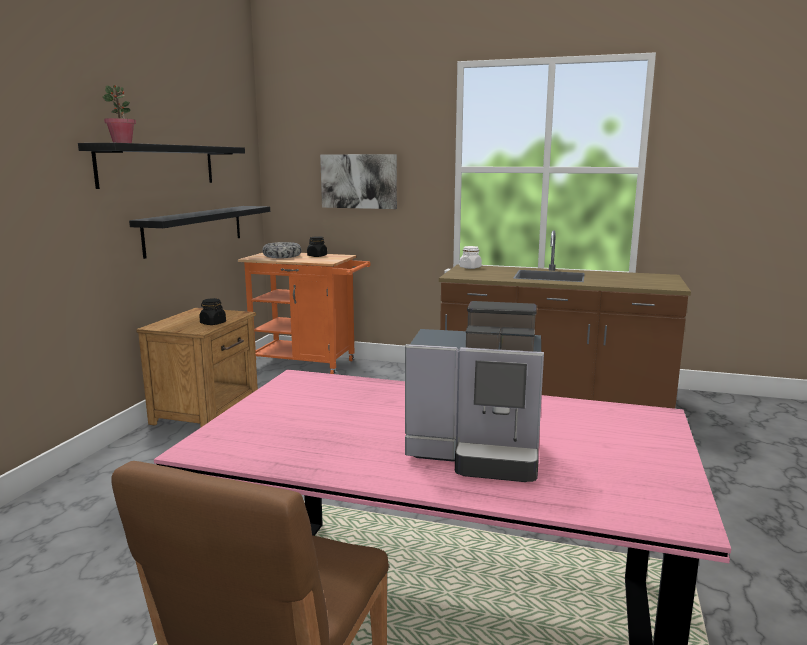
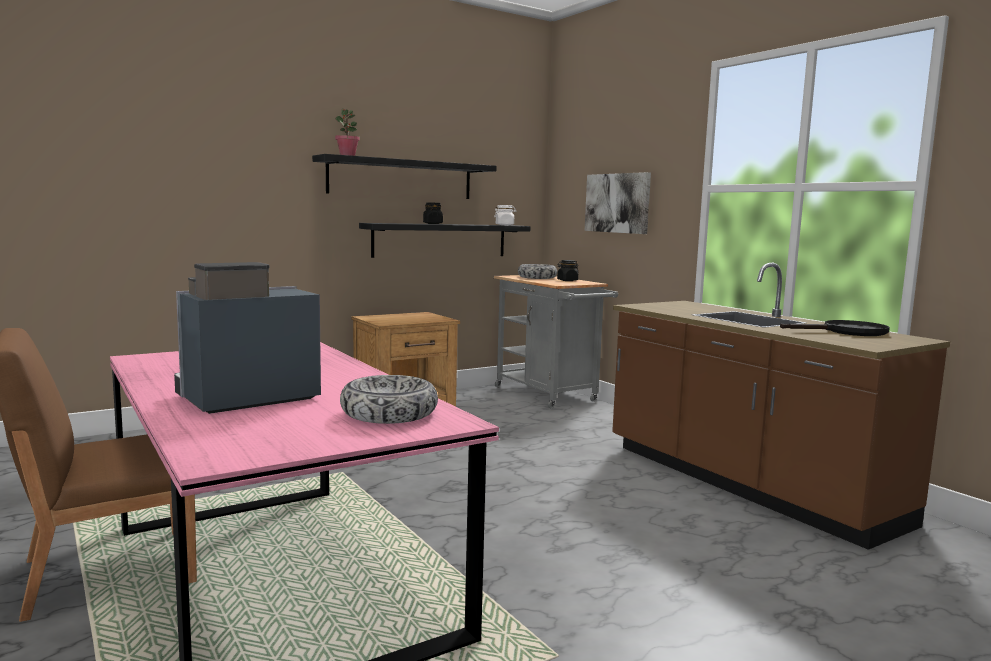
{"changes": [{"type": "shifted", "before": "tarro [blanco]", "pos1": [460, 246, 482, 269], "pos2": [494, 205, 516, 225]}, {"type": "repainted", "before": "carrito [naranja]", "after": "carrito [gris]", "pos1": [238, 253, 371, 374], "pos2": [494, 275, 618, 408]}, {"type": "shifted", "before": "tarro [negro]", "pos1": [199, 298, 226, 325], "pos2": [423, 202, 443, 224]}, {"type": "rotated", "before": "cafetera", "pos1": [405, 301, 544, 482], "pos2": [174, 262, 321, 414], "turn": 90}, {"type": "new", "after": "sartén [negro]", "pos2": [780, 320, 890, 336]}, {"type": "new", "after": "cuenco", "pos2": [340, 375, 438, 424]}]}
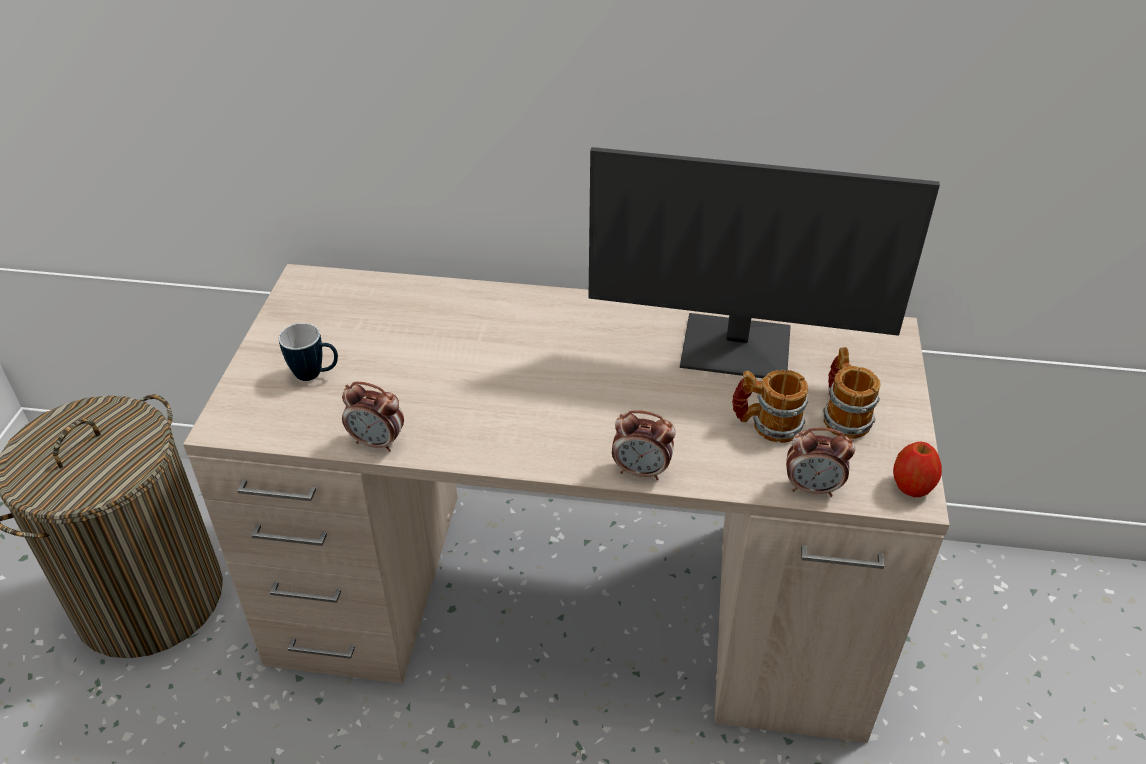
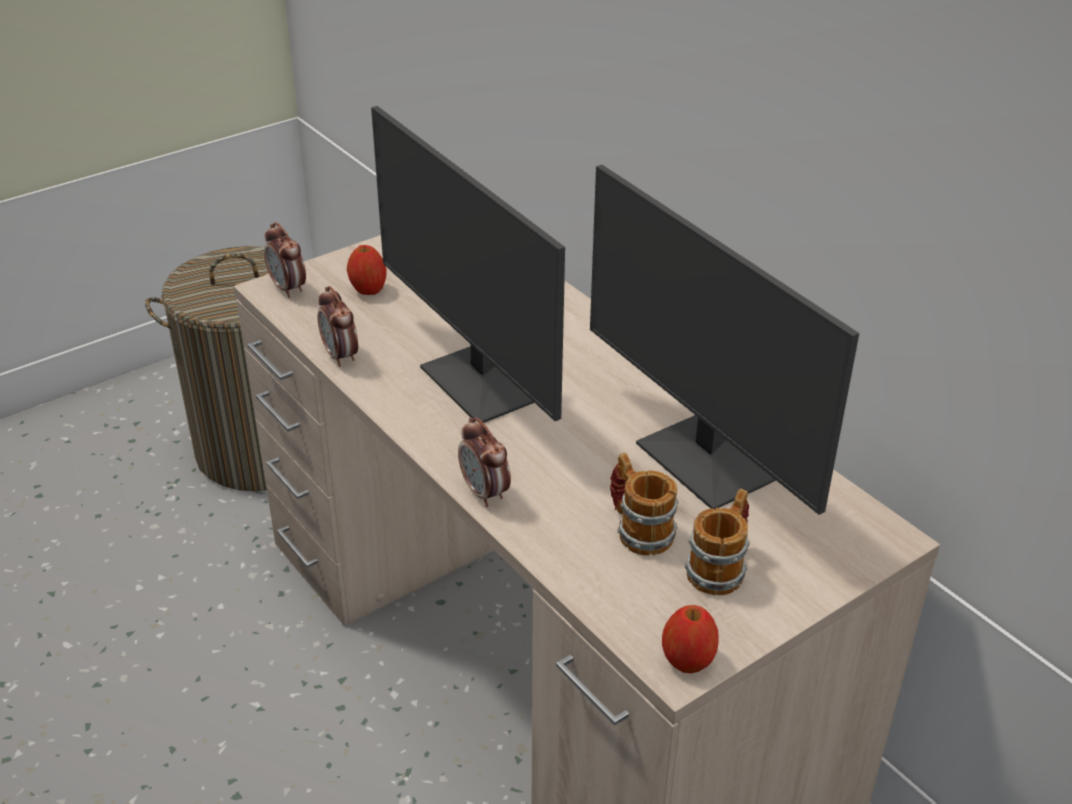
{"changes": [{"type": "swapped", "before": "taza grande", "after": "manzana", "pos1": [279, 323, 338, 381], "pos2": [347, 245, 387, 295]}, {"type": "shifted", "before": "despertador", "pos1": [786, 428, 855, 497], "pos2": [264, 222, 306, 298]}, {"type": "new", "after": "monitor", "pos2": [371, 106, 565, 423]}]}
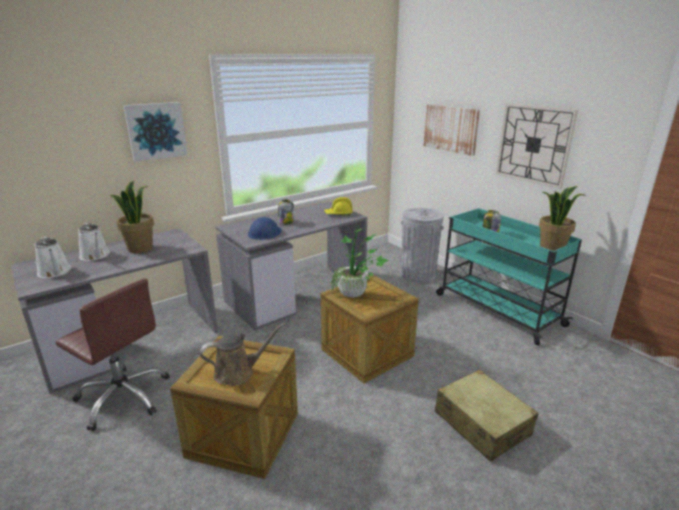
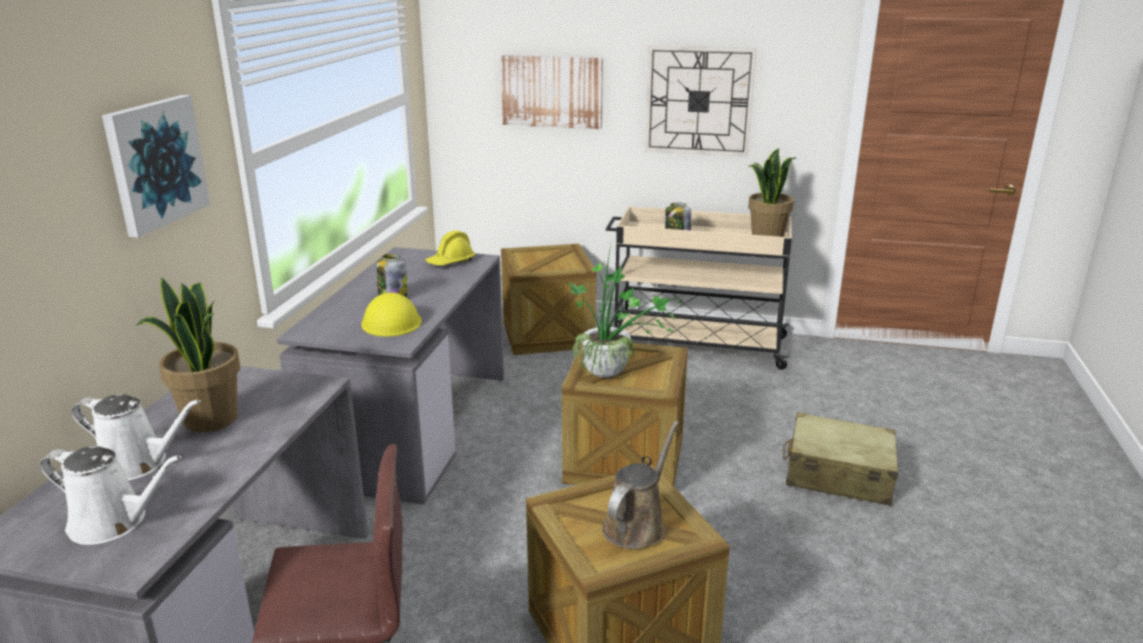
{"changes": [{"type": "swapped", "before": "papelera [gris]", "after": "caja de embalaje", "pos1": [401, 208, 444, 283], "pos2": [501, 244, 596, 355]}, {"type": "repainted", "before": "carrito [turquesa]", "after": "carrito [beis]", "pos1": [436, 208, 582, 345], "pos2": [606, 206, 792, 370]}, {"type": "repainted", "before": "casco [azul]", "after": "casco [amarillo]", "pos1": [248, 217, 282, 240], "pos2": [361, 293, 422, 337]}]}
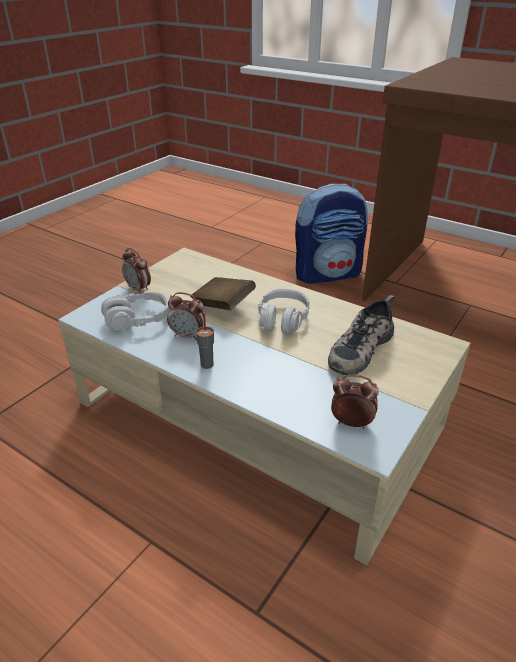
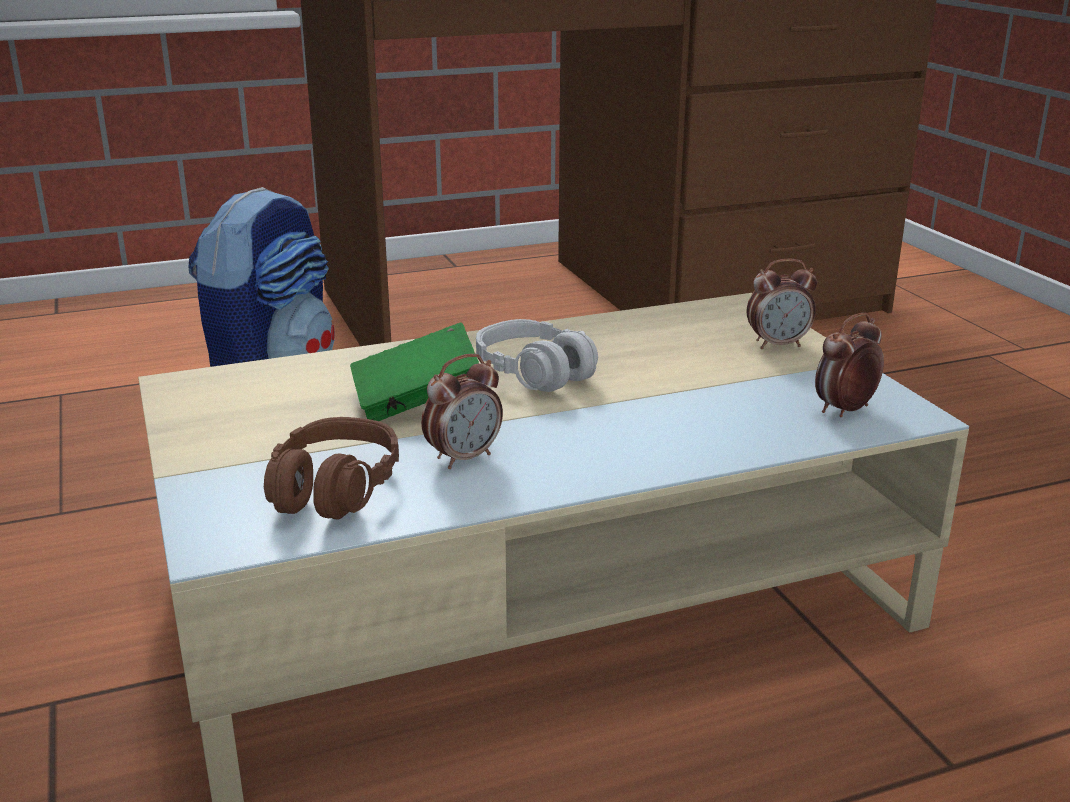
{"changes": [{"type": "shifted", "before": "despertador", "pos1": [122, 248, 151, 294], "pos2": [747, 259, 817, 349]}, {"type": "repainted", "before": "libro [marrón]", "after": "libro [verde]", "pos1": [190, 277, 256, 310], "pos2": [350, 322, 479, 421]}, {"type": "repainted", "before": "auriculares [gris]", "after": "auriculares [marrón]", "pos1": [101, 291, 170, 332], "pos2": [264, 417, 399, 520]}, {"type": "gone", "before": "zapato", "pos1": [328, 295, 395, 375]}, {"type": "gone", "before": "taza [gris]", "pos1": [196, 314, 214, 369]}]}
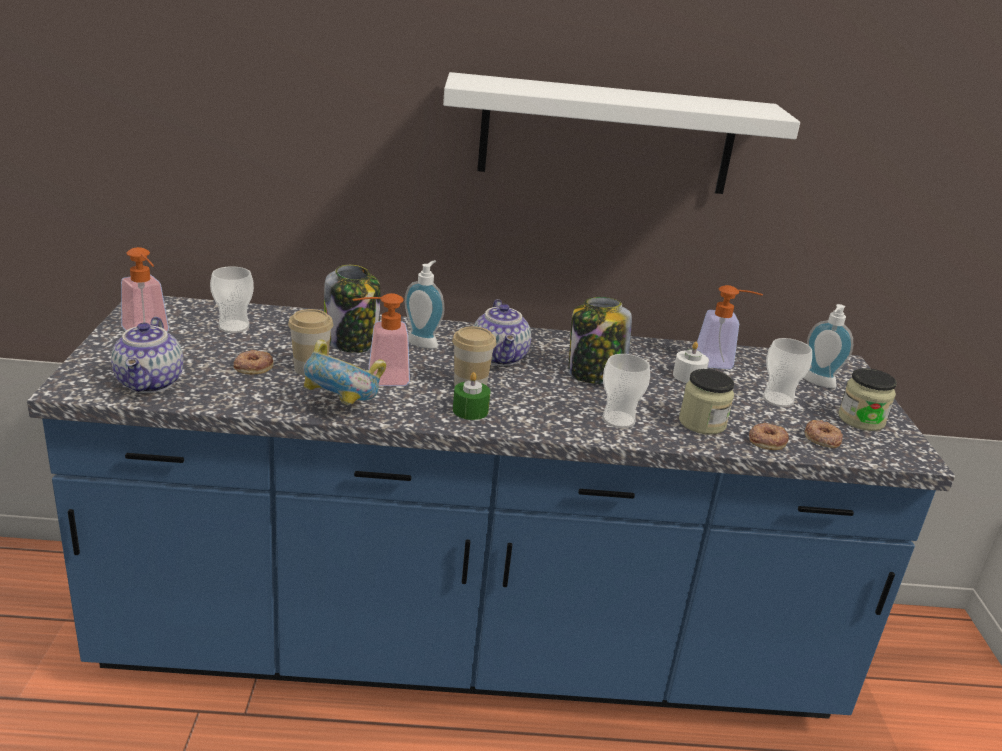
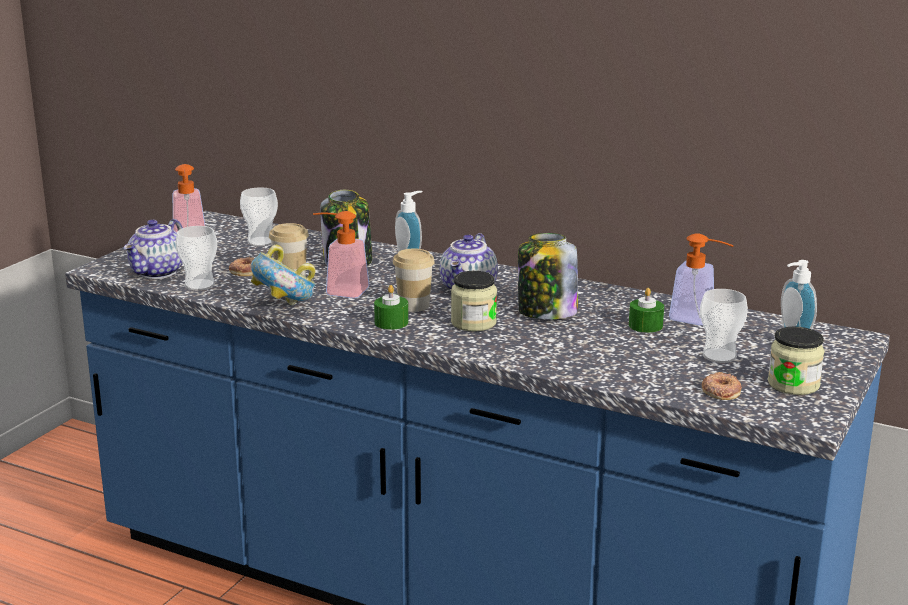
{"changes": [{"type": "gone", "before": "estante [blanco]", "pos1": [443, 72, 800, 194]}, {"type": "repainted", "before": "vela [blanco]", "after": "vela [verde]", "pos1": [673, 342, 709, 383], "pos2": [629, 288, 664, 333]}, {"type": "shifted", "before": "taza", "pos1": [602, 354, 650, 428], "pos2": [175, 226, 217, 291]}, {"type": "shifted", "before": "tarro", "pos1": [679, 369, 734, 435], "pos2": [451, 271, 497, 331]}, {"type": "gone", "before": "rosquilla", "pos1": [749, 422, 789, 450]}]}
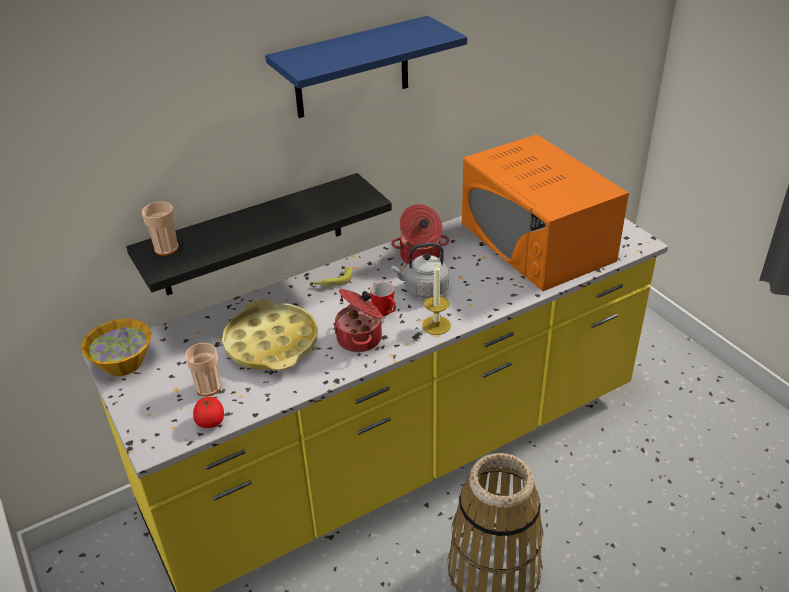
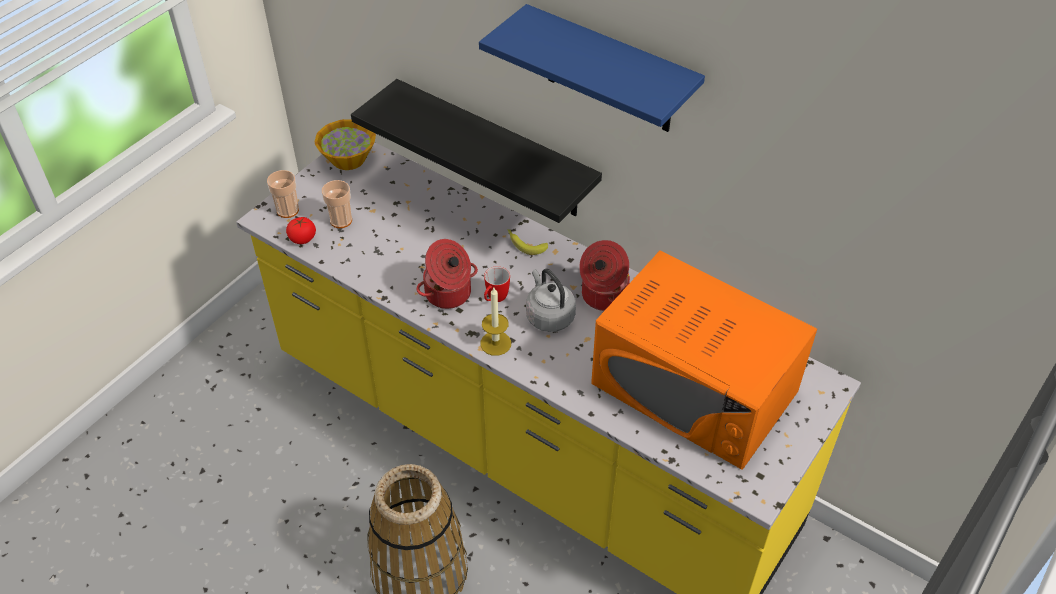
{"changes": [{"type": "rotated", "before": "microondas [naranja]", "pos1": [462, 134, 629, 291], "pos2": [591, 251, 817, 470], "turn": -90}, {"type": "shifted", "before": "taza", "pos1": [142, 202, 179, 256], "pos2": [267, 170, 299, 218]}, {"type": "gone", "before": "bandeja [amarillo]", "pos1": [222, 299, 318, 371]}]}
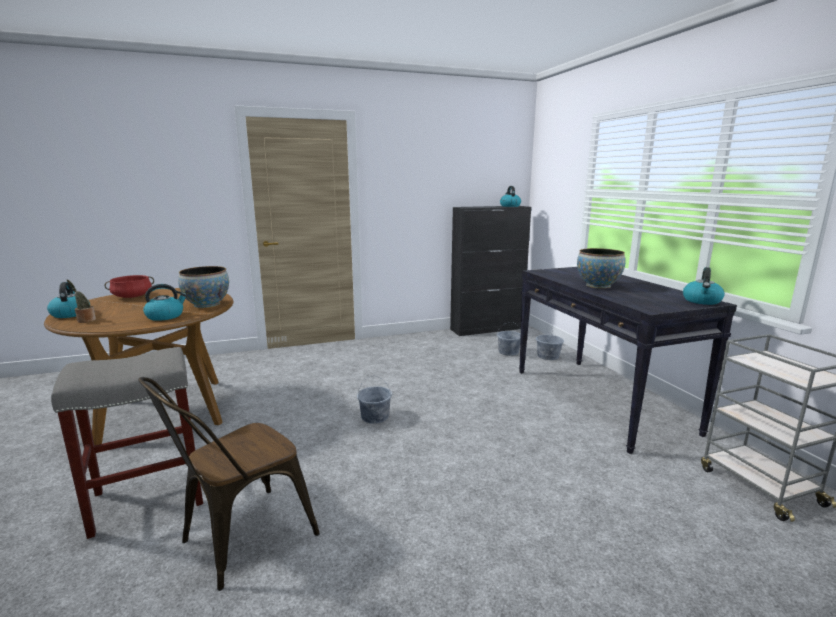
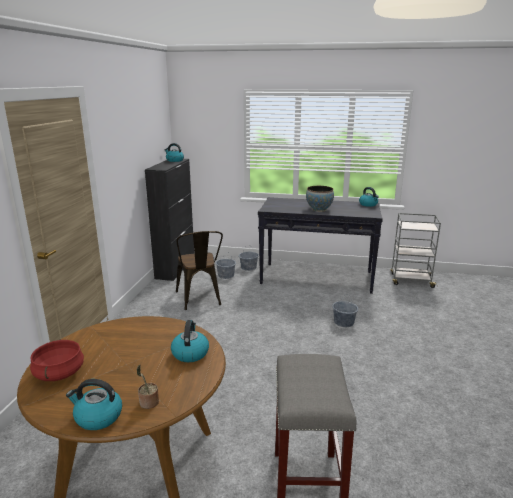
{"changes": [{"type": "gone", "before": "cuenco", "pos1": [178, 266, 229, 308]}, {"type": "shifted", "before": "cubo [gris]", "pos1": [357, 376, 392, 424], "pos2": [332, 295, 358, 327]}, {"type": "shifted", "before": "silla [marrón]", "pos1": [138, 377, 320, 591], "pos2": [176, 231, 223, 310]}]}
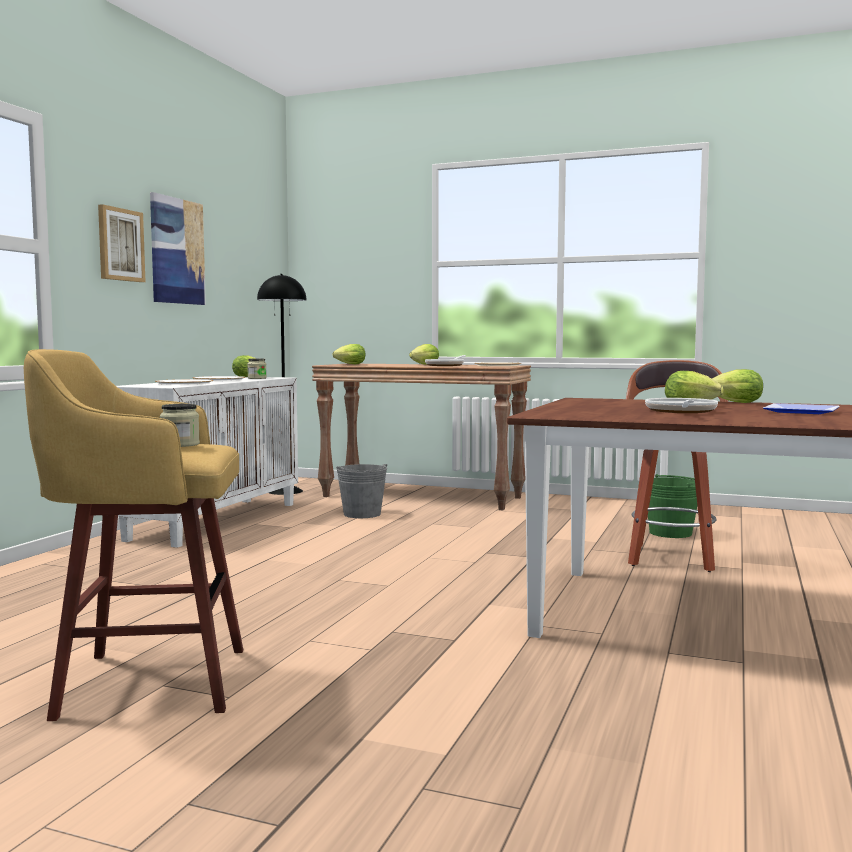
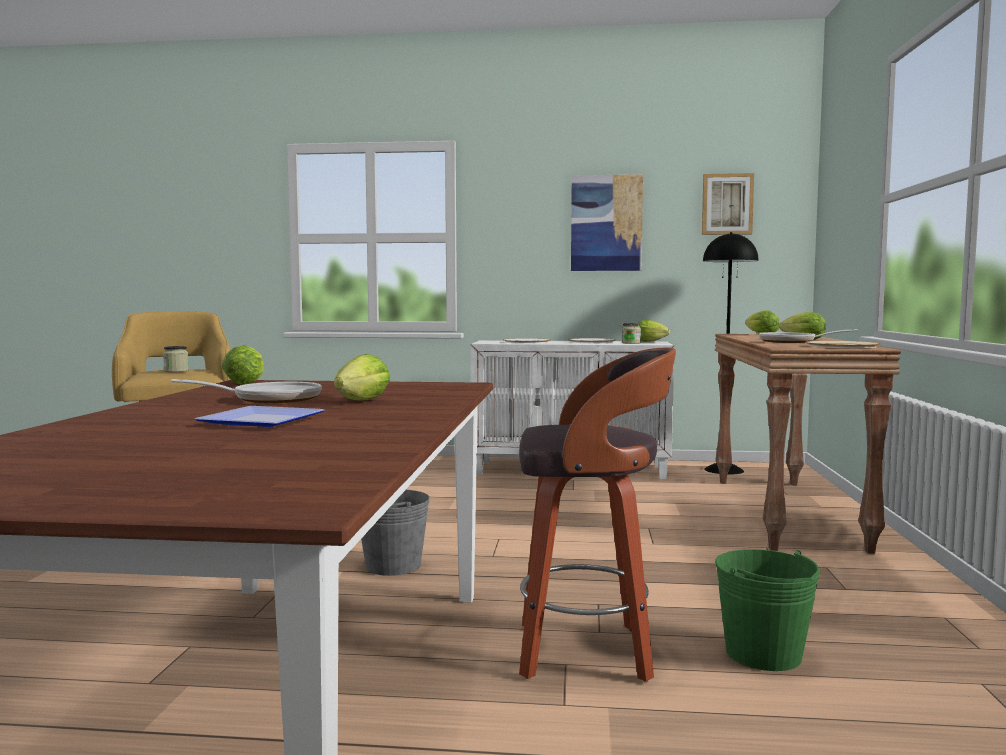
{"changes": [{"type": "shifted", "before": "cuadro", "pos1": [98, 204, 145, 282], "pos2": [702, 173, 754, 235]}, {"type": "shifted", "before": "lechuga", "pos1": [712, 369, 763, 403], "pos2": [222, 345, 264, 385]}, {"type": "shifted", "before": "cubo [gris]", "pos1": [336, 464, 387, 518], "pos2": [361, 490, 430, 576]}]}
